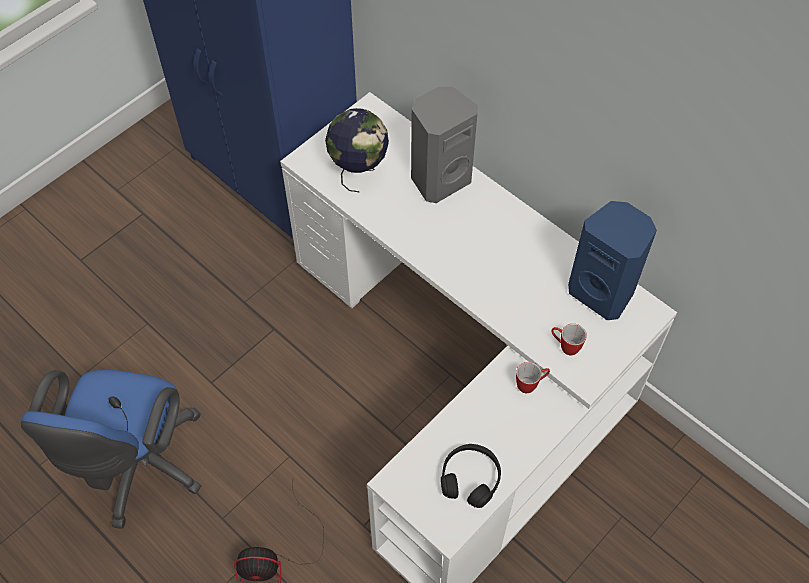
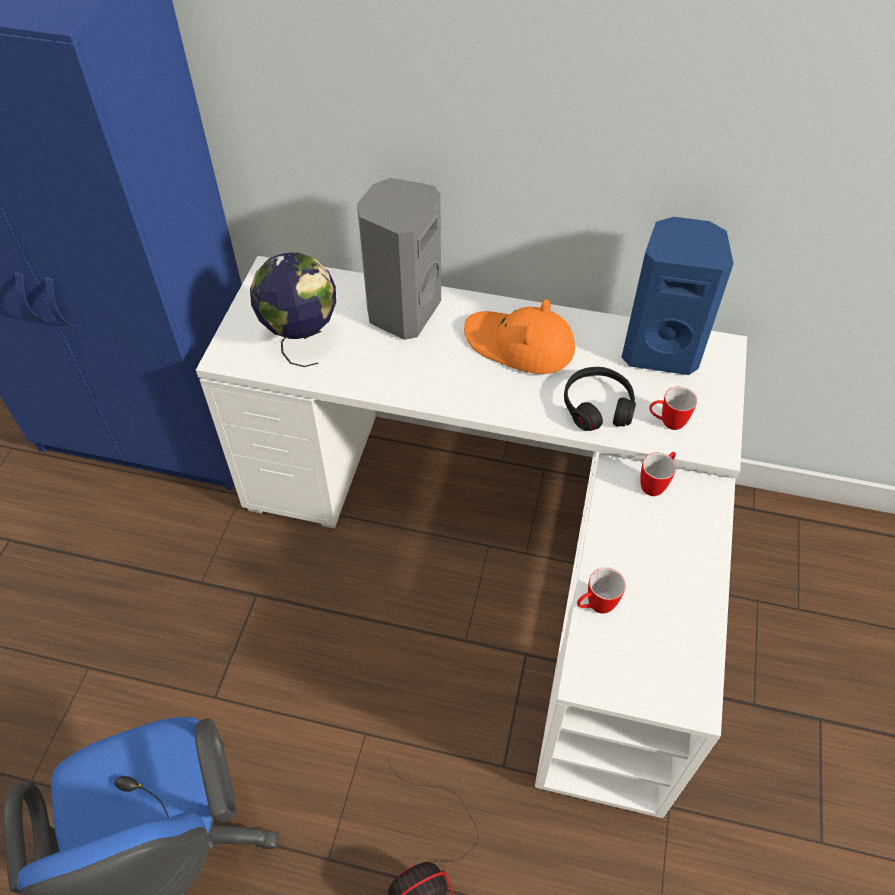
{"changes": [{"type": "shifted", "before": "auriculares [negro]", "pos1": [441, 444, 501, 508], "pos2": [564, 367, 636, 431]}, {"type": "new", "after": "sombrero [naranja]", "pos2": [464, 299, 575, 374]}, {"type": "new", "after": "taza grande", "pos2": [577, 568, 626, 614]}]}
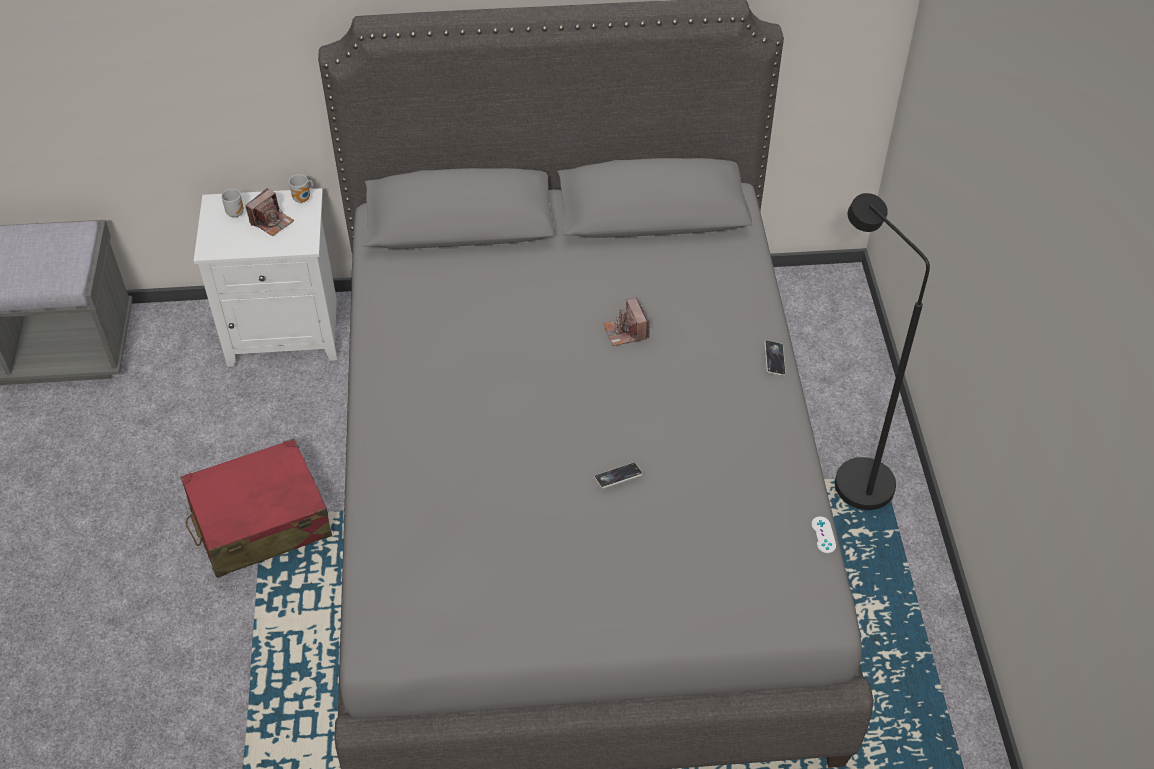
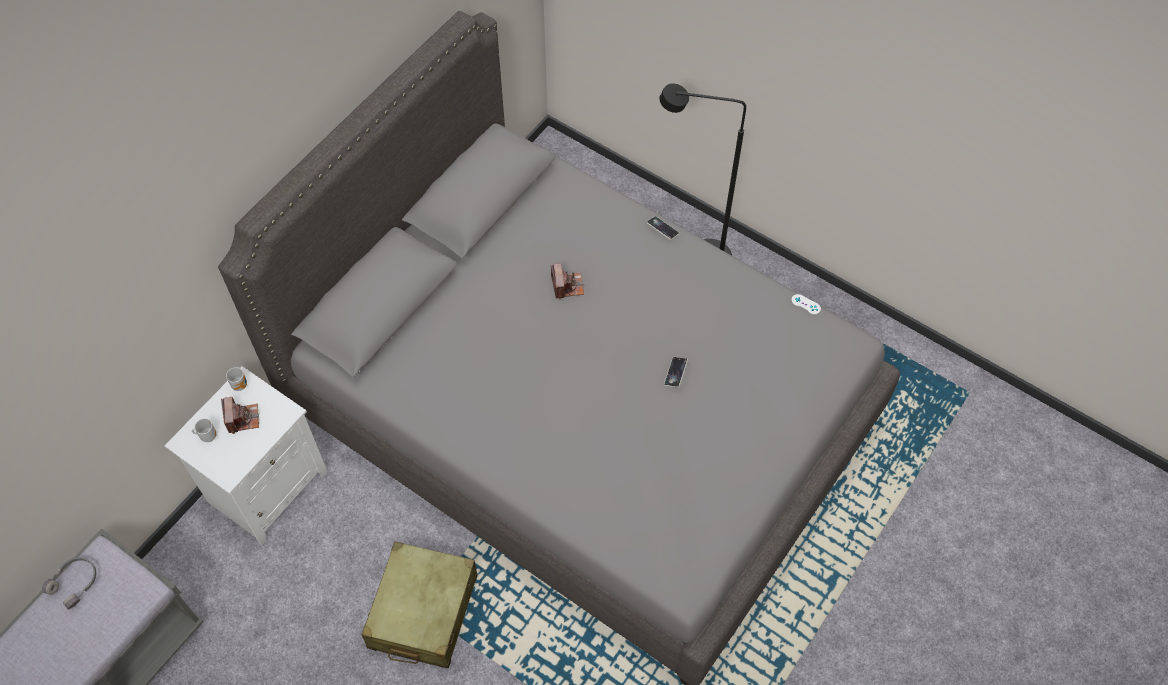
{"changes": [{"type": "rotated", "before": "cámara", "pos1": [603, 298, 650, 346], "pos2": [551, 263, 584, 300], "turn": -120}, {"type": "repainted", "before": "maleta [rojo]", "after": "maleta [beis]", "pos1": [181, 438, 332, 578], "pos2": [361, 542, 478, 668]}, {"type": "new", "after": "auriculares [gris]", "pos2": [42, 557, 96, 610]}]}
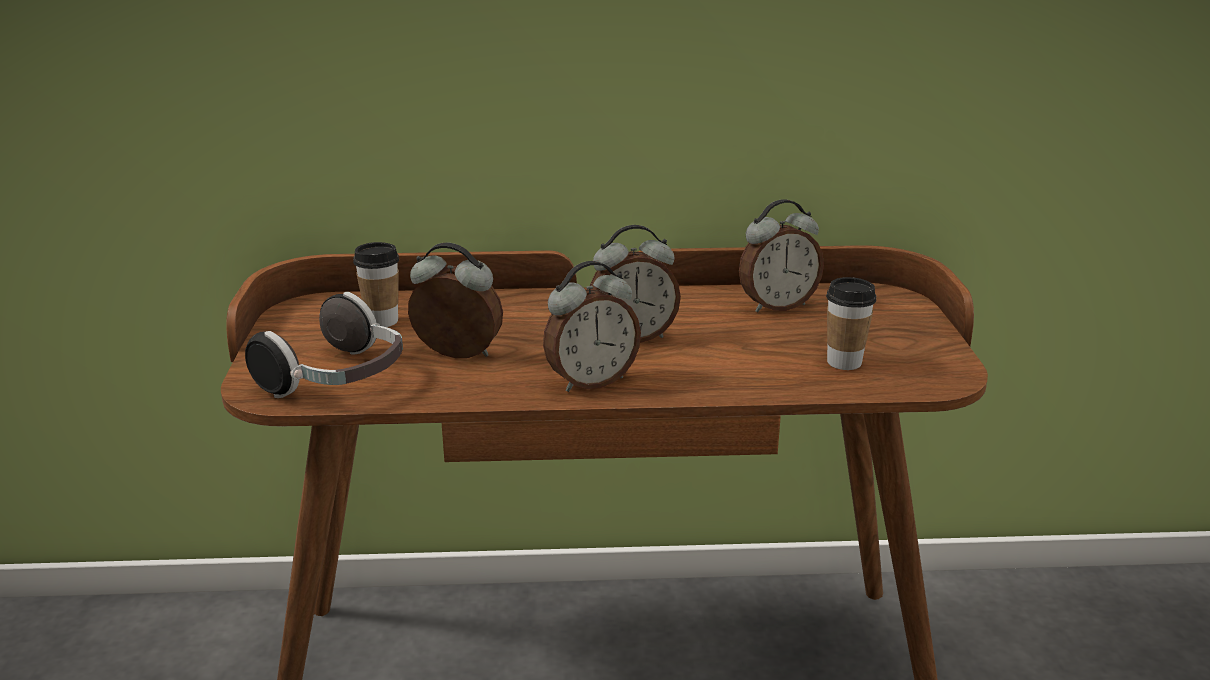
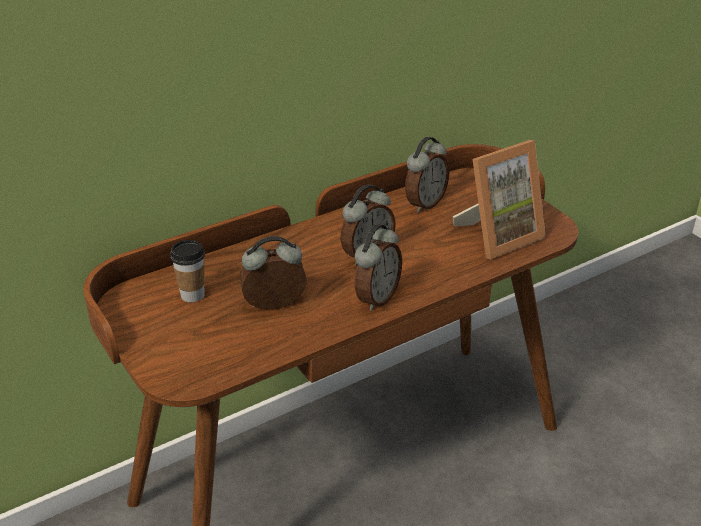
{"changes": [{"type": "swapped", "before": "taza", "after": "portarretratos", "pos1": [826, 277, 877, 370], "pos2": [453, 140, 546, 259]}, {"type": "gone", "before": "auriculares", "pos1": [245, 292, 403, 398]}]}
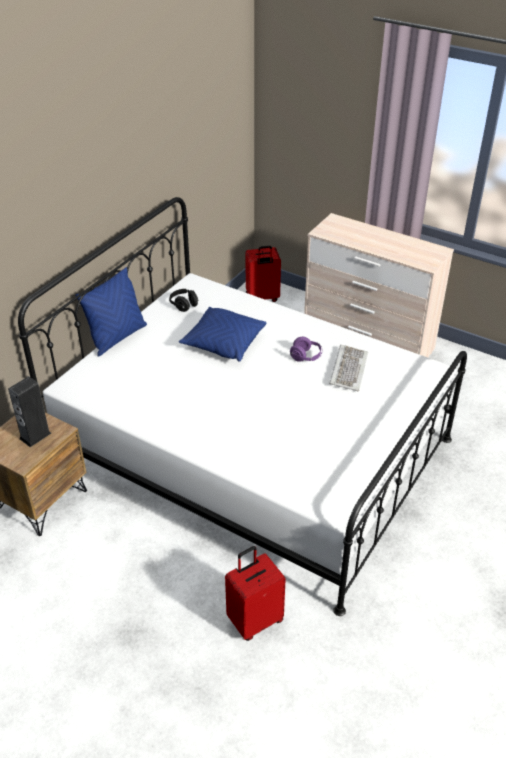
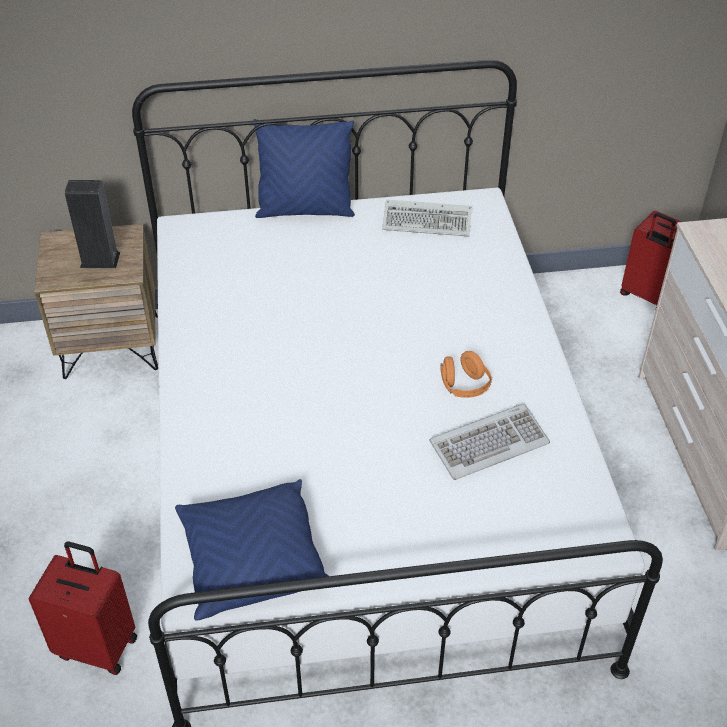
{"changes": [{"type": "swapped", "before": "auriculares [negro]", "after": "teclado", "pos1": [169, 289, 199, 312], "pos2": [382, 200, 472, 237]}, {"type": "shifted", "before": "cojín [azul]", "pos1": [179, 307, 266, 362], "pos2": [175, 479, 328, 621]}, {"type": "repainted", "before": "auriculares [morado]", "after": "auriculares [naranja]", "pos1": [290, 337, 322, 362], "pos2": [440, 351, 492, 398]}]}
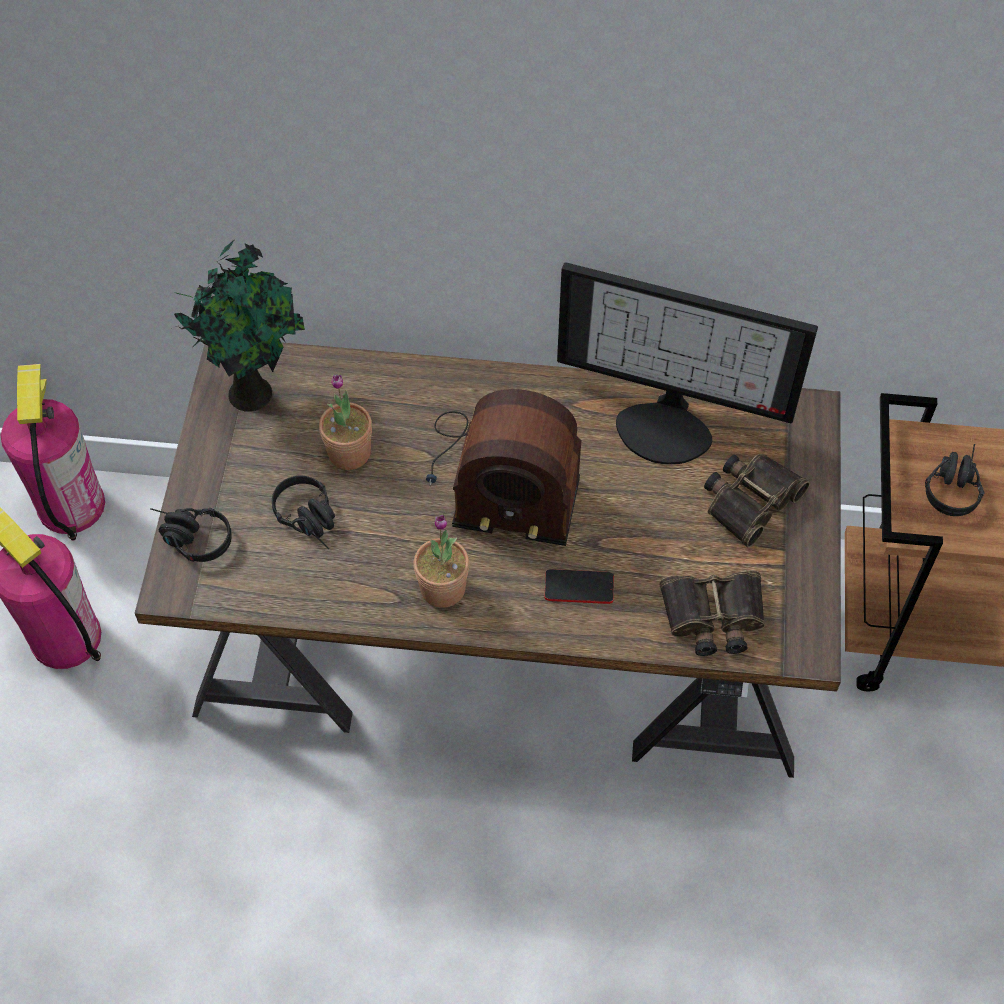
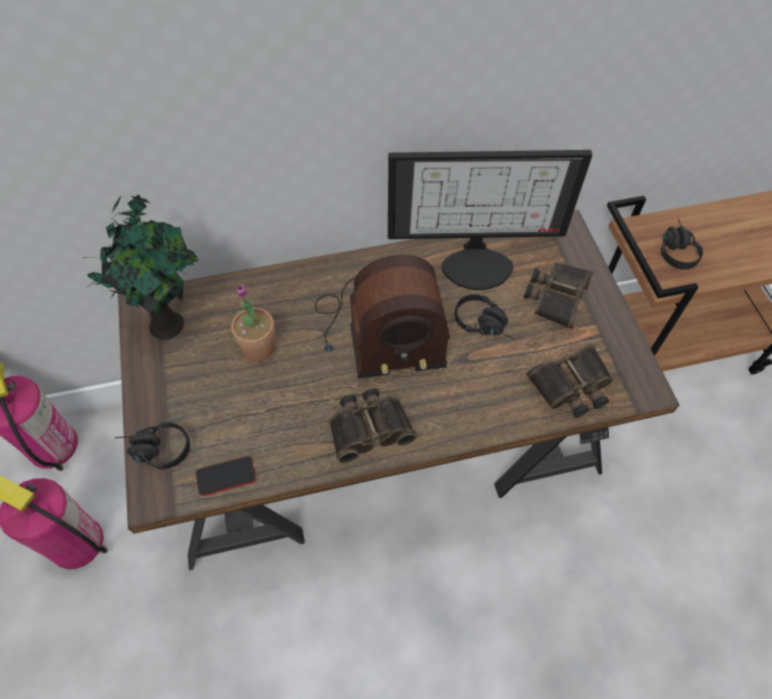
{"changes": [{"type": "shifted", "before": "auriculares [negro]", "pos1": [272, 476, 335, 549], "pos2": [455, 294, 515, 339]}, {"type": "swapped", "before": "planta en maceta", "after": "prismáticos", "pos1": [413, 514, 469, 608], "pos2": [329, 388, 417, 464]}, {"type": "shifted", "before": "móvil", "pos1": [545, 569, 614, 604], "pos2": [196, 456, 256, 496]}]}
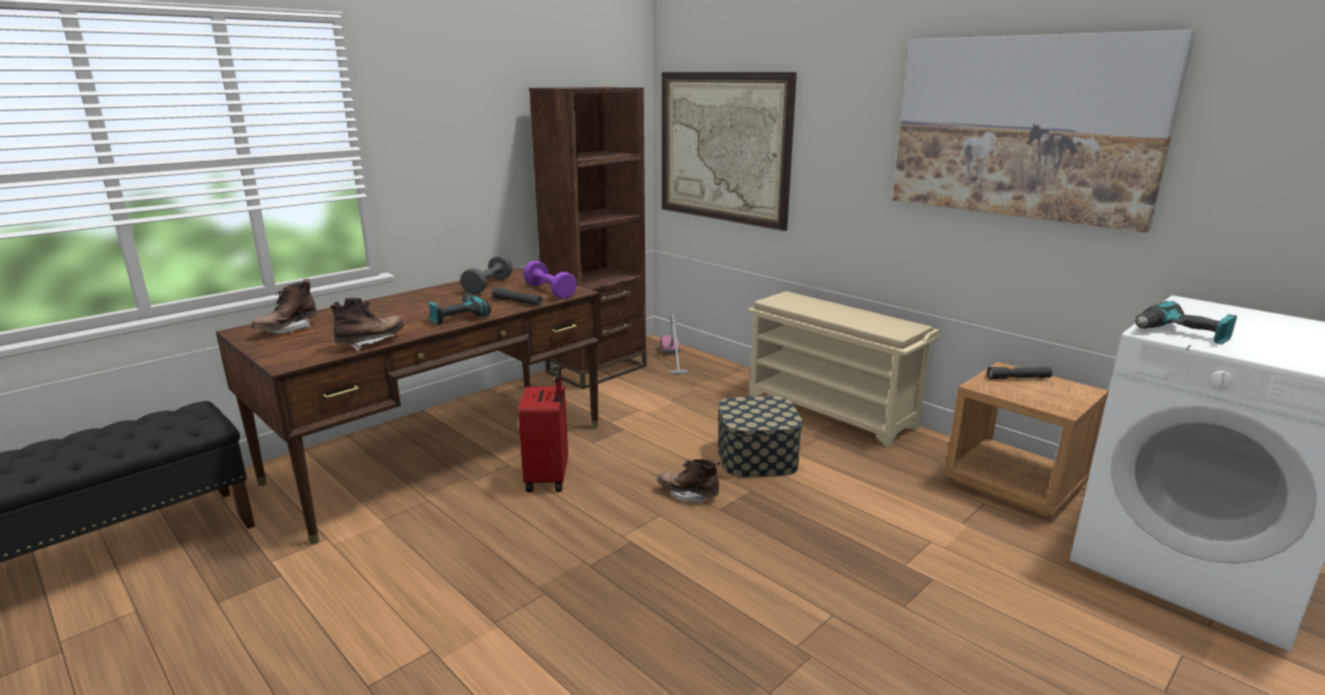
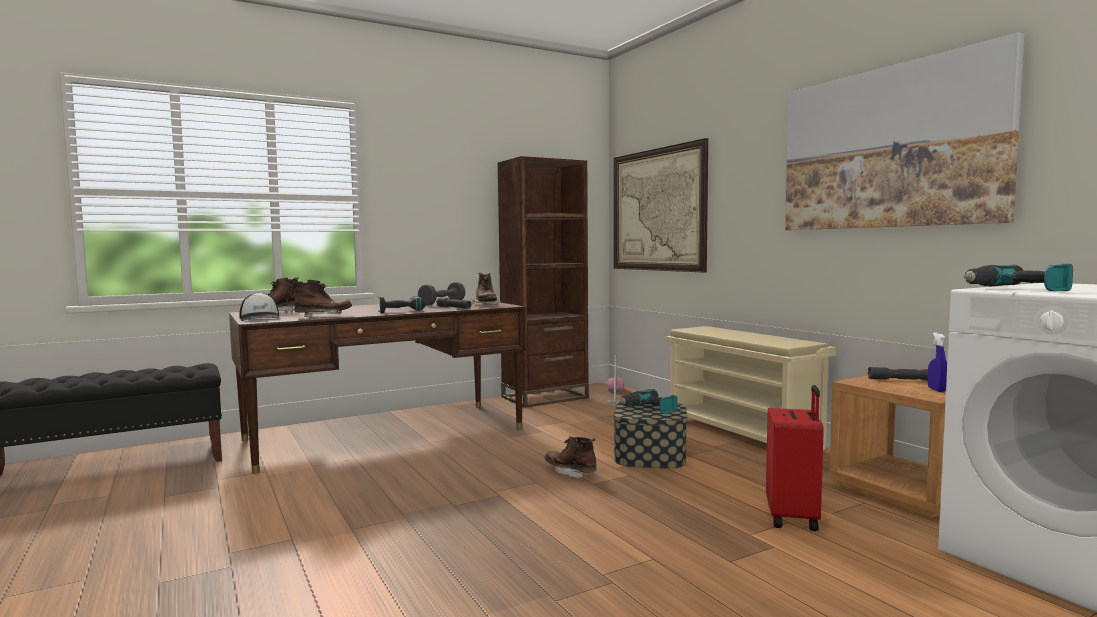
{"changes": [{"type": "swapped", "before": "mancuerna [morado]", "after": "bota [marrón]", "pos1": [523, 261, 577, 299], "pos2": [472, 273, 498, 305]}, {"type": "shifted", "before": "maleta [rojo]", "pos1": [518, 368, 568, 492], "pos2": [766, 385, 824, 531]}, {"type": "new", "after": "gorra", "pos2": [239, 292, 280, 321]}, {"type": "new", "after": "pulverizador [azul]", "pos2": [928, 333, 947, 392]}, {"type": "new", "after": "taladro", "pos2": [619, 389, 677, 414]}]}
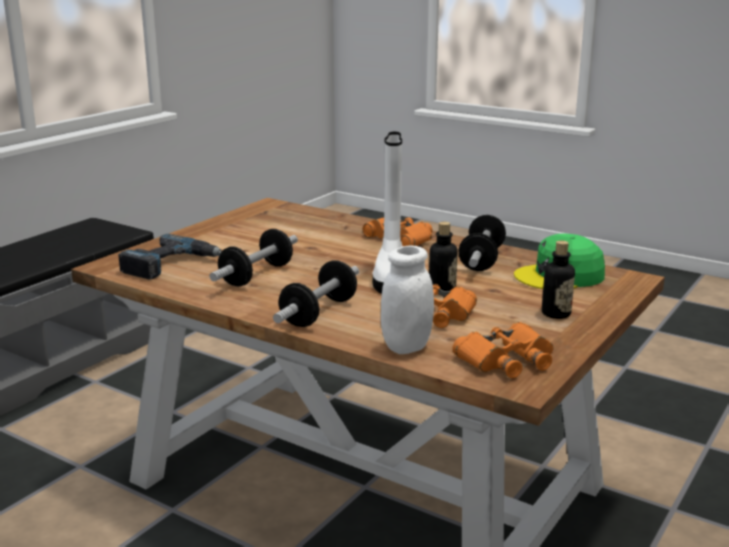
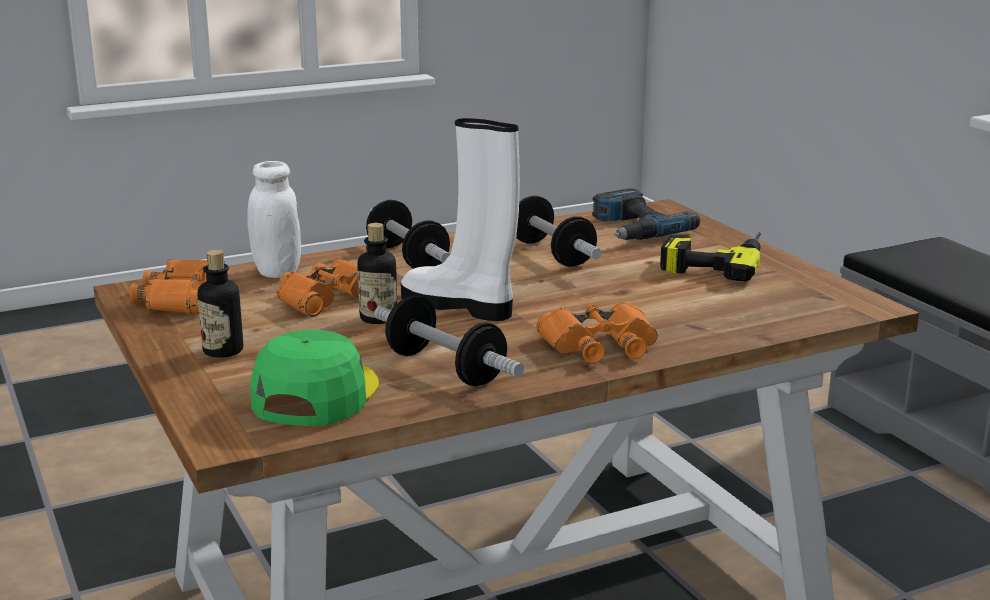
{"changes": [{"type": "new", "after": "taladro", "pos2": [660, 232, 761, 282]}]}
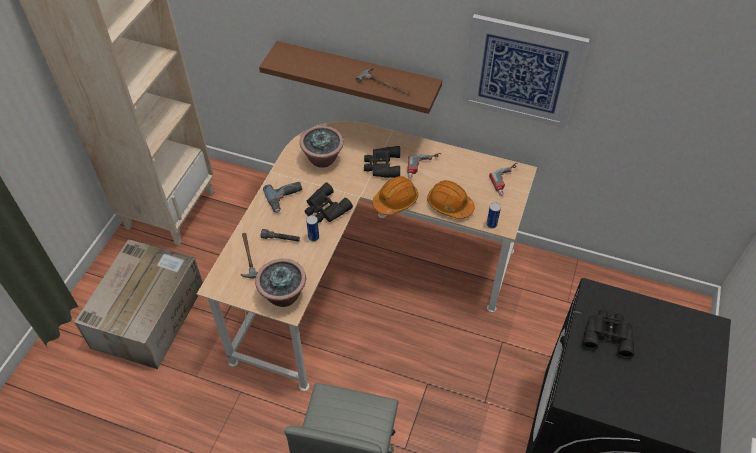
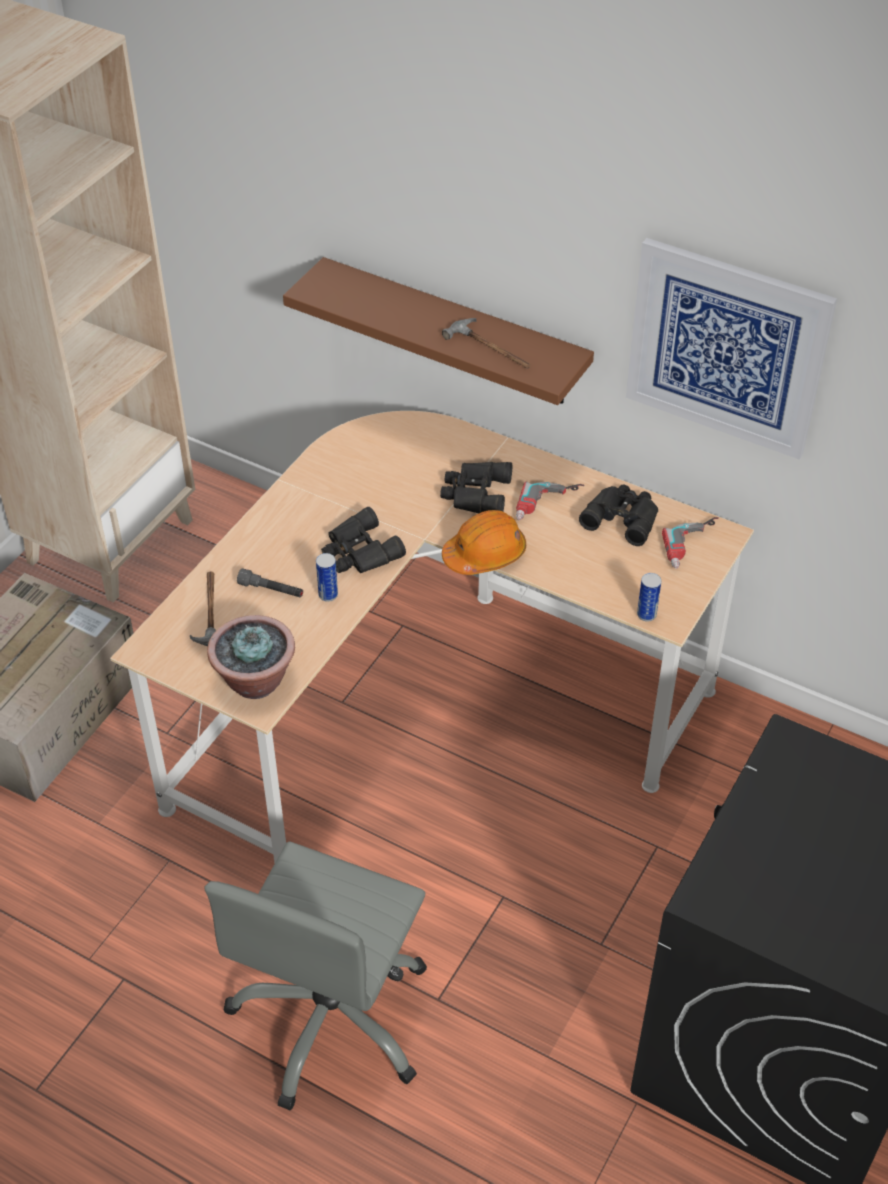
{"changes": [{"type": "gone", "before": "planta en maceta", "pos1": [300, 126, 344, 168]}, {"type": "gone", "before": "casco [naranja]", "pos1": [427, 180, 475, 219]}, {"type": "gone", "before": "taladro", "pos1": [263, 182, 302, 213]}, {"type": "shifted", "before": "prismáticos [negro]", "pos1": [582, 310, 634, 359], "pos2": [579, 485, 658, 546]}]}
